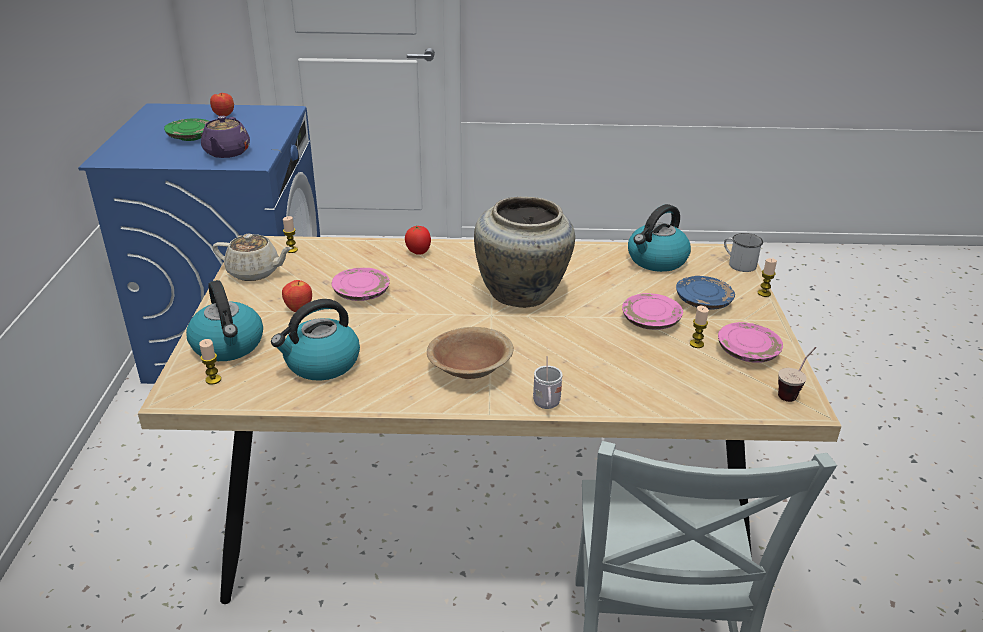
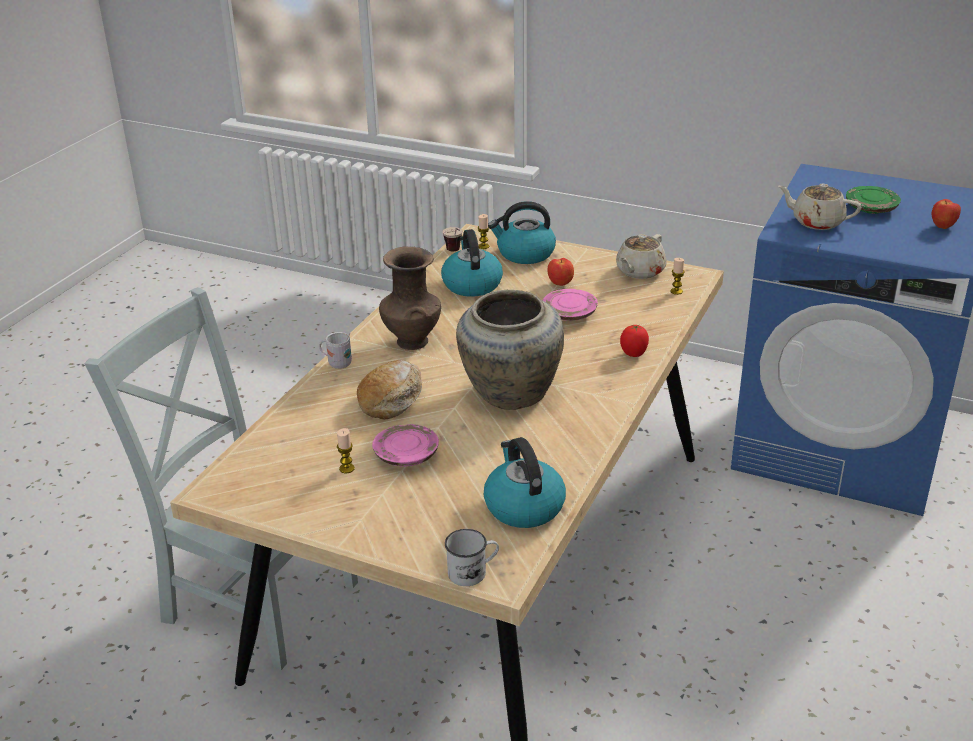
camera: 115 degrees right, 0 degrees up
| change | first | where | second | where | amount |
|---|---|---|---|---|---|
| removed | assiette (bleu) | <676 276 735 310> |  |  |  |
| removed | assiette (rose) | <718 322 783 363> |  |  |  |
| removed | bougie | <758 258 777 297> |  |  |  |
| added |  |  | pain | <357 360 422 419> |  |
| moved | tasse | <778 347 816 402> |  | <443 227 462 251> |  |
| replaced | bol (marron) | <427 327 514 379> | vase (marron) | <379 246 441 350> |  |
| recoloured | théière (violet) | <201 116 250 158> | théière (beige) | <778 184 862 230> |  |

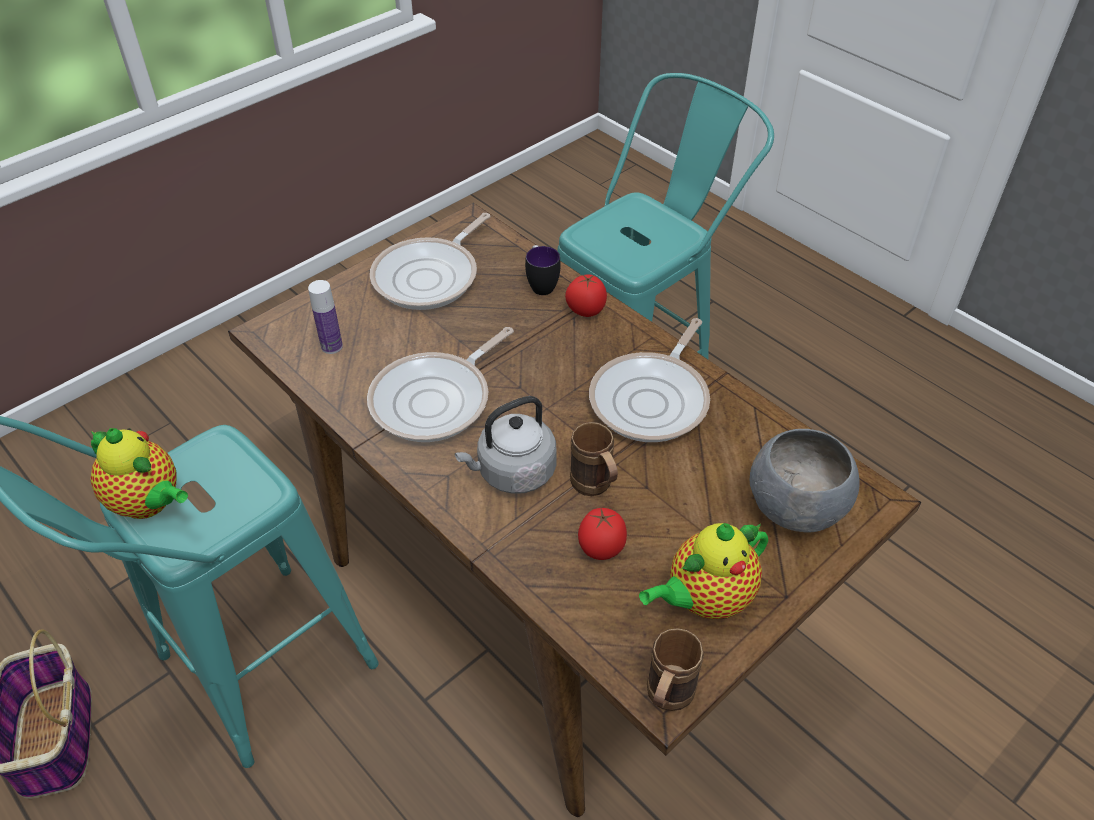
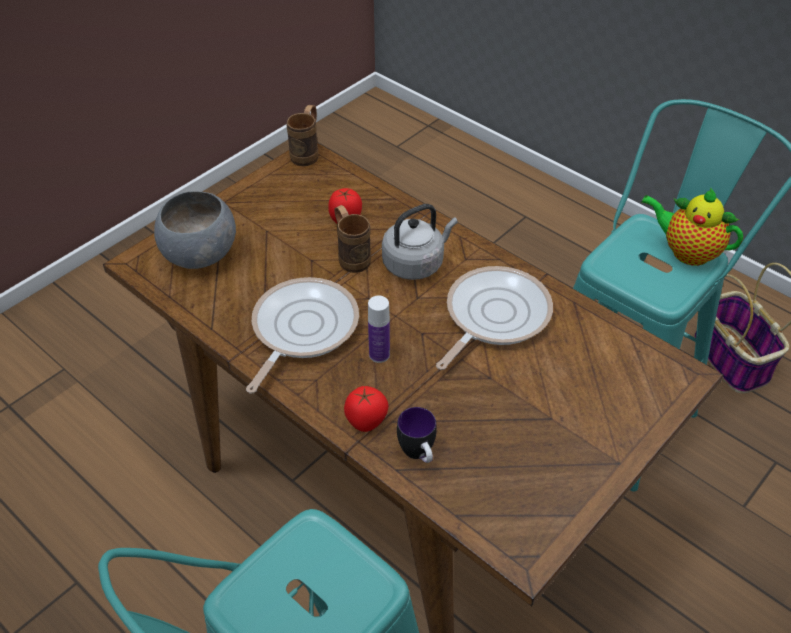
camera: 175 degrees right, 0 degrees up
| change | first | where | second | where | amount |
|---|---|---|---|---|---|
| removed | poêle | <370 213 491 310> |  |  |  |
| removed | théière | <639 523 768 619> |  |  |  |
| moved | bouteille | <308 280 343 354> |  | <368 296 390 363> |  |

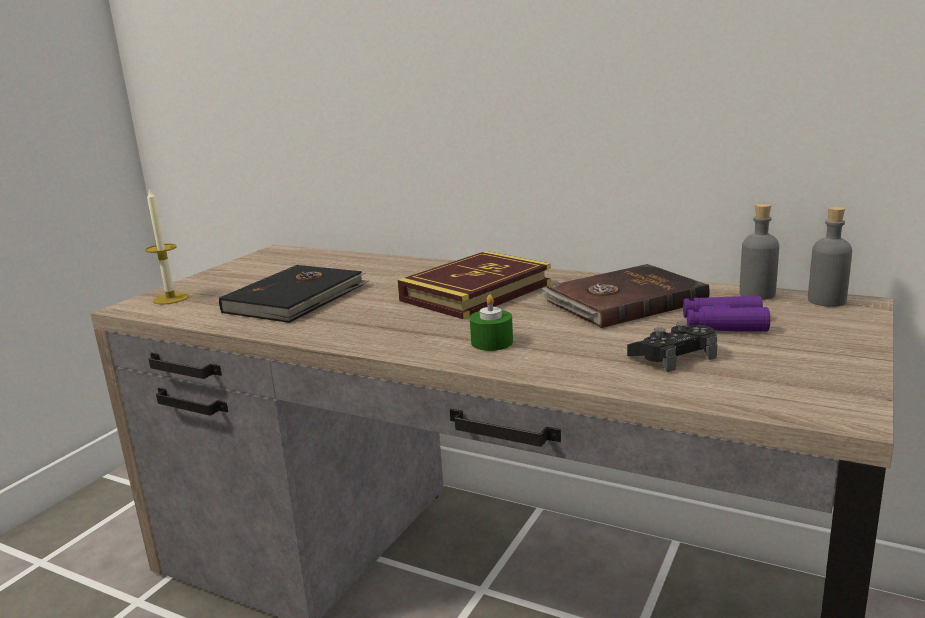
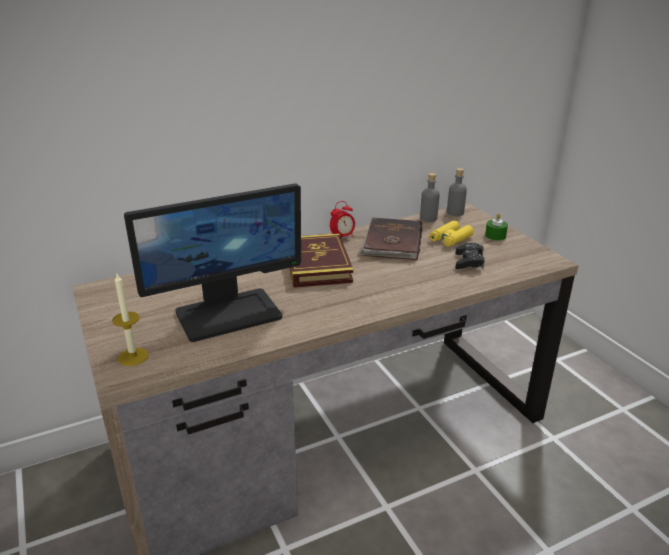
camera: 55 degrees left, 10 degrees up
| change | first | where | second | where | amount |
|---|---|---|---|---|---|
| added |  |  | réveil | <330 201 355 237> |  |
| moved | bougie (vert) | <470 295 513 351> |  | <485 213 508 241> |  |
| replaced | livre (noir) | <219 265 369 323> | écran d'ordinateur | <124 183 301 342> |  |
| recoloured | jumelles (violet) | <683 296 770 332> | jumelles (jaune) | <430 220 474 247> |  |

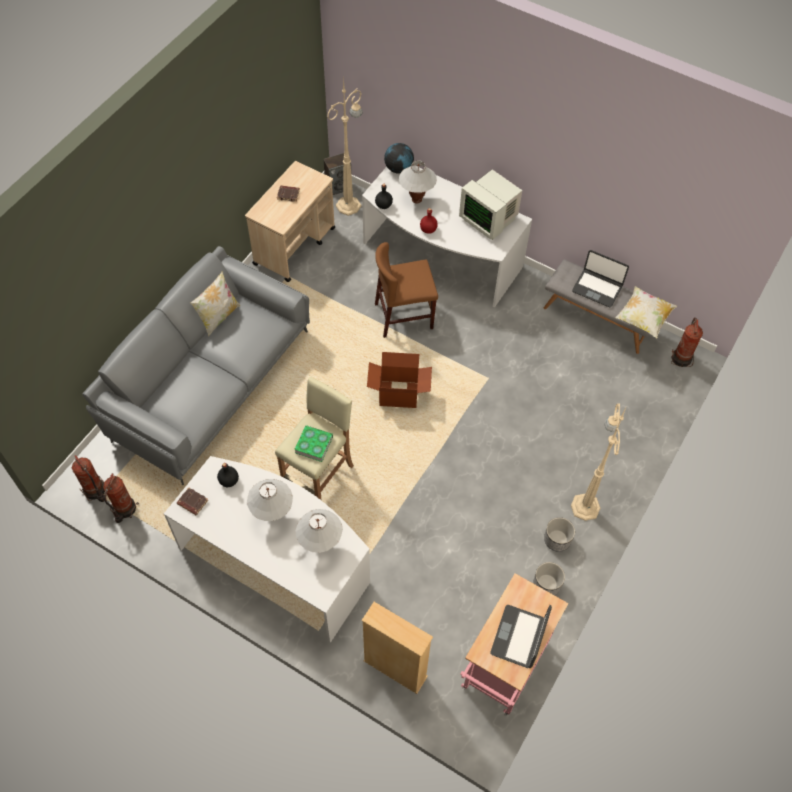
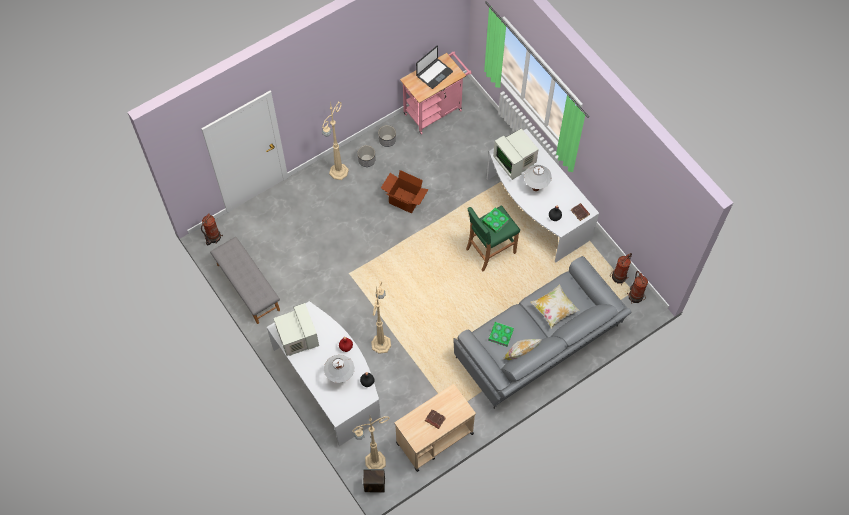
camera: 155 degrees left, 5 degrees up
| change | first | where | second | where | amount |
|---|---|---|---|---|---|
| removed | bibliothèque (beige) | <362 602 433 694> |  |  |  |
| removed | globe | <384 143 414 174> |  |  |  |
| removed | ordinateur portable | <572 250 629 307> |  |  |  |
| added |  |  | livre | <488 322 514 347> |  |
| moved | carton | <367 352 432 408> |  | <381 170 429 213> |  |
| moved | coussin | <615 286 677 338> |  | <531 284 579 329> |  |
| replaced | lampe de table (blanc) | <295 509 343 553> | écran d'ordinateur | <493 128 539 180> |  |
| replaced | chaise (marron) | <375 242 438 338> | lampadaire (beige) | <371 282 391 354> |  |
| recoloured | tabouret (beige) | <275 377 354 501> | tabouret (vert) | <466 206 520 272> |  |

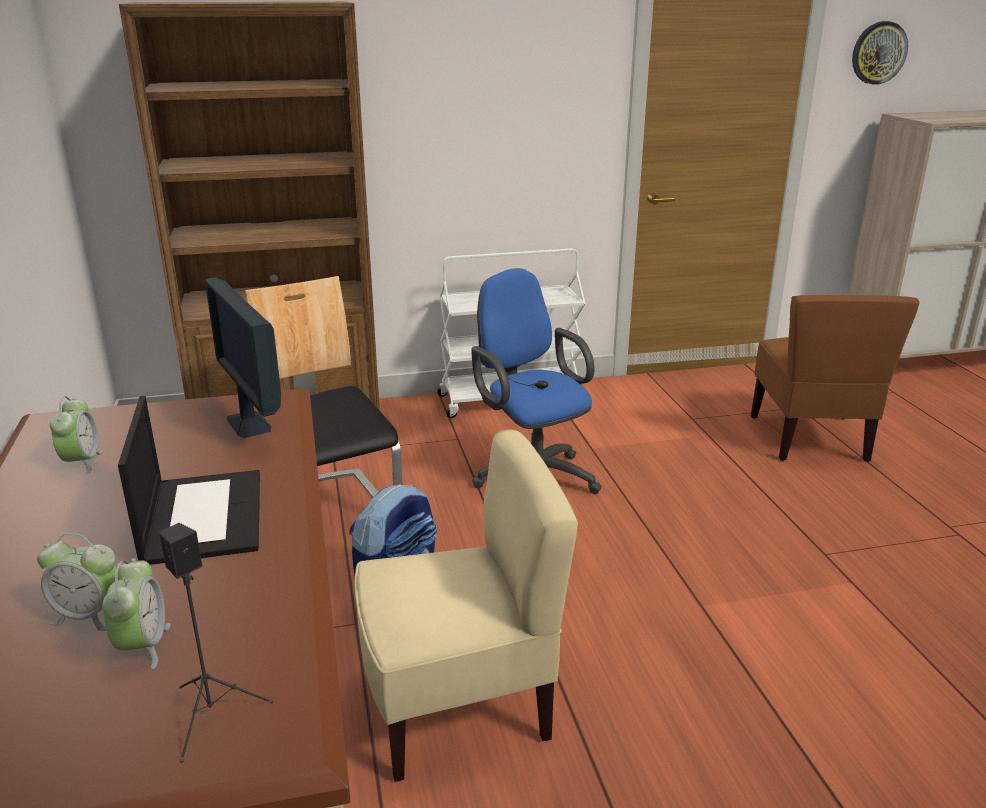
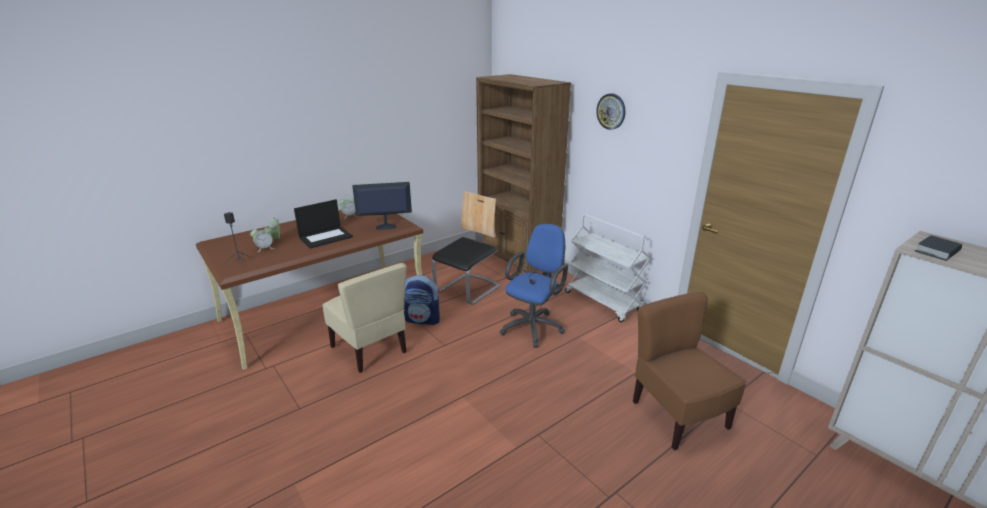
camera: 65 degrees right, 0 degrees up
| change | first | where | second | where | amount |
|---|---|---|---|---|---|
| added |  |  | livre | <915 235 962 261> |  |
| moved | horloge murale | <852 21 908 85> |  | <596 93 625 130> |  |
| turned | écran d'ordinateur | <205 277 281 438> |  | <352 182 412 230> | 45 degrees clockwise |
| turned | chaise (marron) | <751 295 920 462> |  | <633 292 747 450> | 90 degrees clockwise |

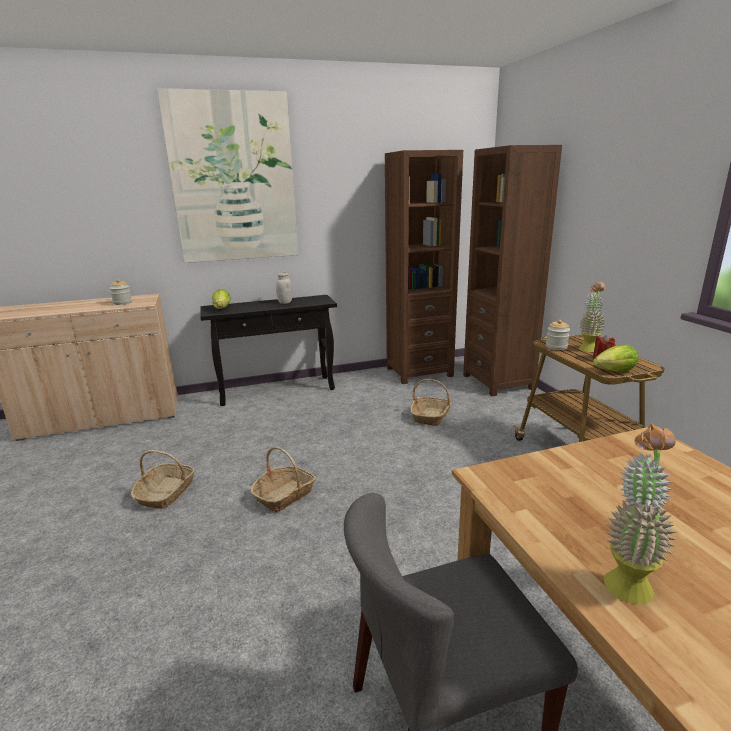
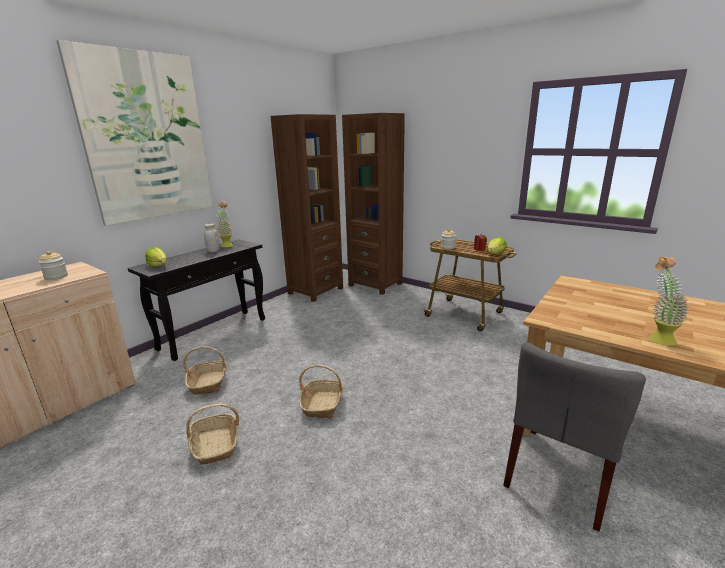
camera: 35 degrees left, 0 degrees up
| change | first | where | second | where | amount |
|---|---|---|---|---|---|
| moved | panier | <410 379 452 426> |  | <183 347 227 395> |  |
| moved | plante en pot | <579 282 605 352> |  | <216 201 233 247> |  |

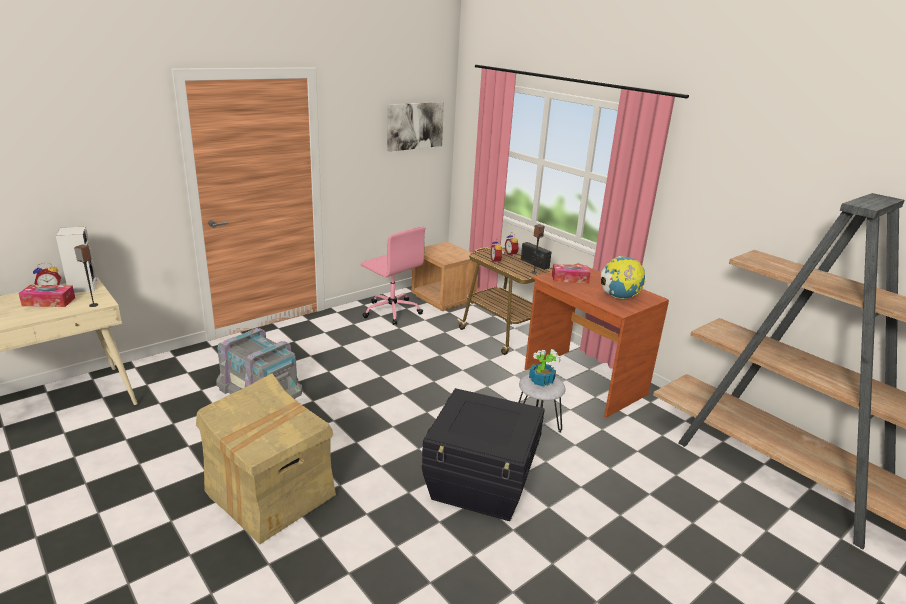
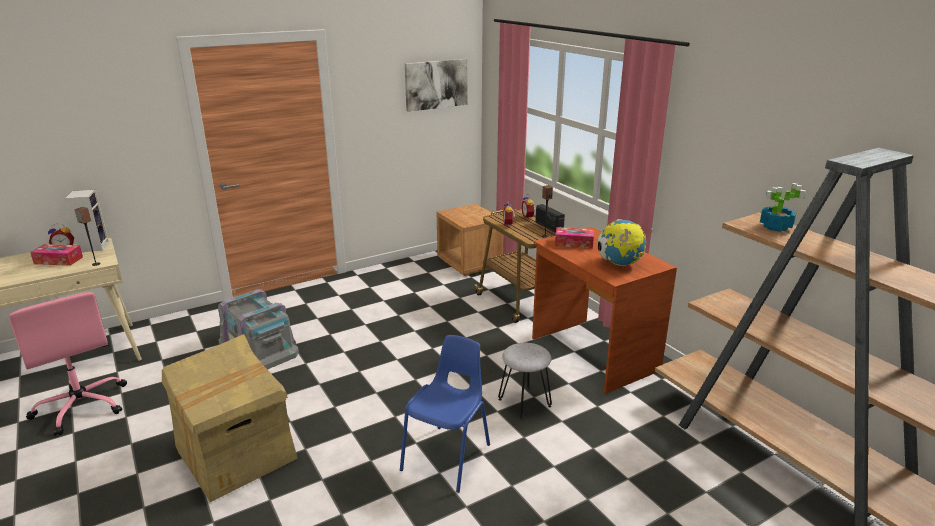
camera: 10 degrees right, 0 degrees up
| change | first | where | second | where | amount |
|---|---|---|---|---|---|
| moved | chaise de bureau (rose) | <361 227 425 325> |  | <9 292 127 435> |  |
| moved | plante en pot | <529 349 561 387> |  | <760 183 806 232> |  |
| replaced | boîte de rangement (noir) | <422 388 545 521> | chaise (bleu) | <400 335 490 493> |  |

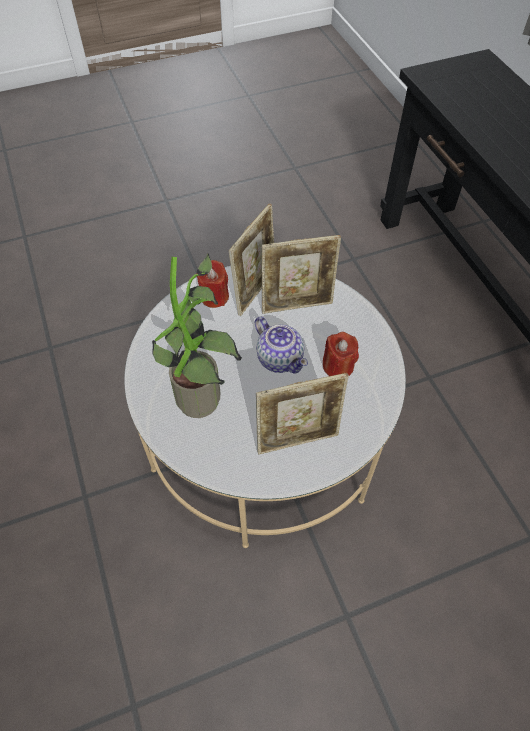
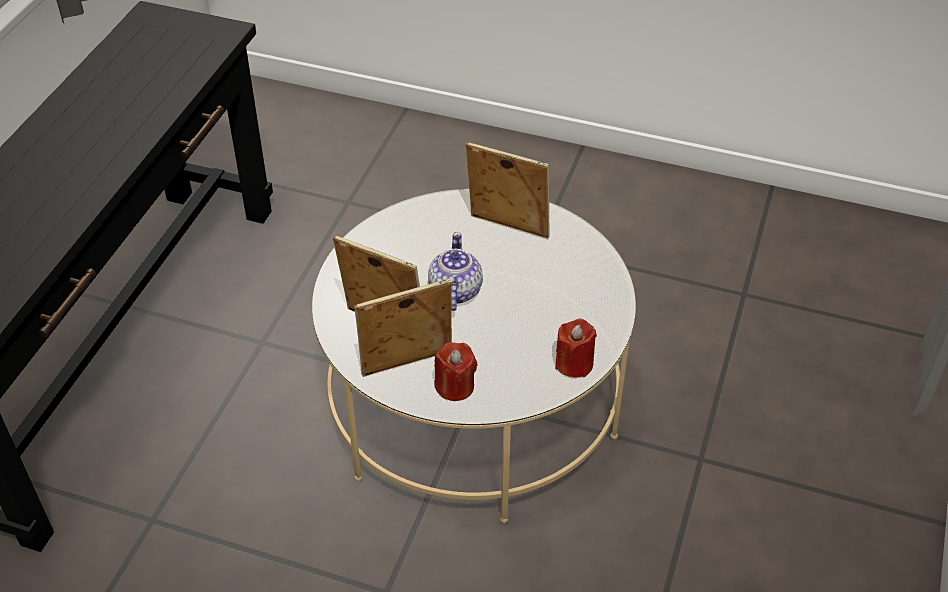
camera: 140 degrees left, 10 degrees down
| change | first | where | second | where | amount |
|---|---|---|---|---|---|
| removed | plante en pot | <152 253 242 418> |  |  |  |
| moved | bougie (rouge) | <323 332 359 376> |  | <555 319 597 378> |  |

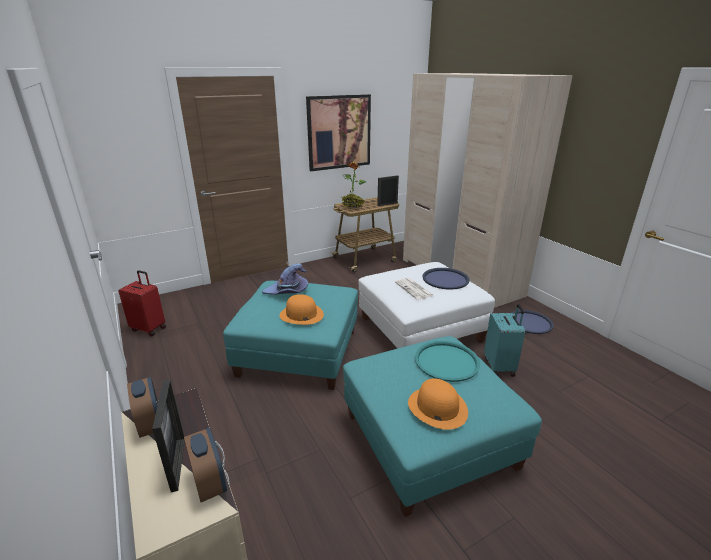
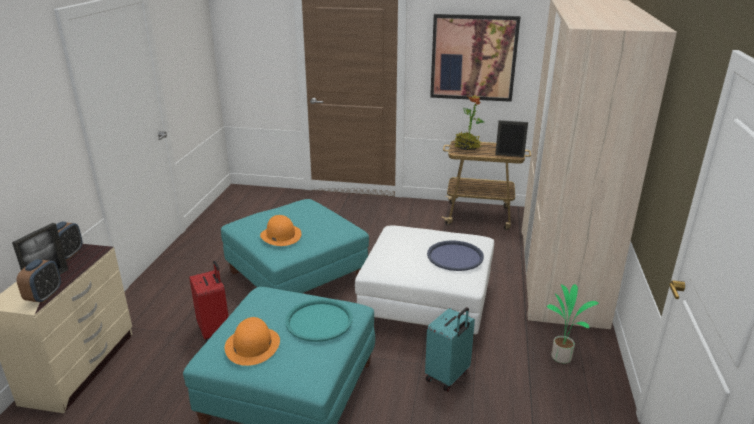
camera: 40 degrees right, 0 degrees up
| change | first | where | second | where | amount |
|---|---|---|---|---|---|
| removed | chapeau (violet) | <262 264 308 295> |  |  |  |
| removed | journal | <395 278 434 300> |  |  |  |
| moved | valise (rouge) | <118 270 166 336> |  | <189 260 229 342> |  |
| replaced | plateau (bleu) | <511 310 554 334> | plante en pot | <547 284 599 363> |  |

